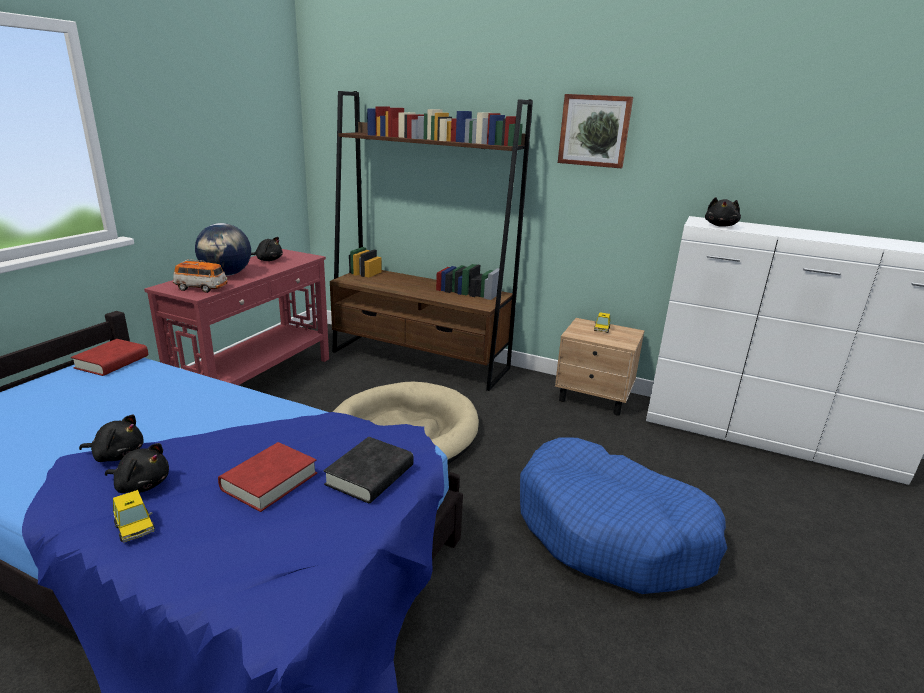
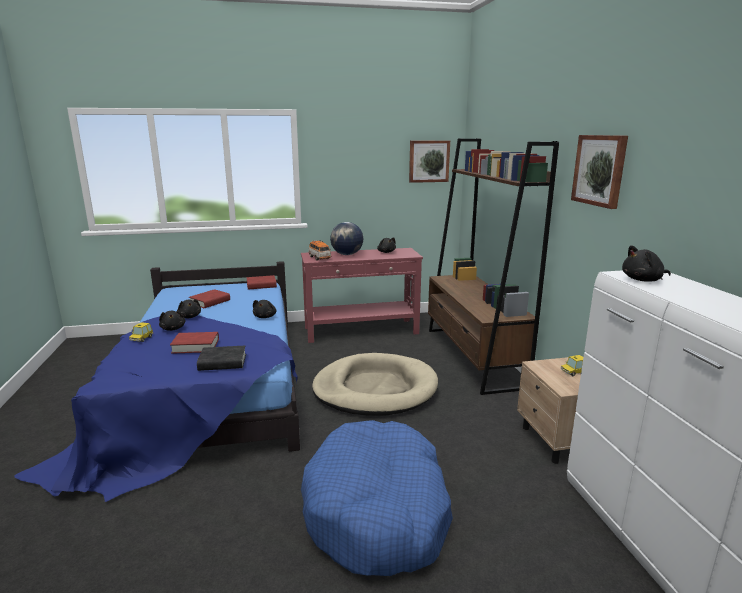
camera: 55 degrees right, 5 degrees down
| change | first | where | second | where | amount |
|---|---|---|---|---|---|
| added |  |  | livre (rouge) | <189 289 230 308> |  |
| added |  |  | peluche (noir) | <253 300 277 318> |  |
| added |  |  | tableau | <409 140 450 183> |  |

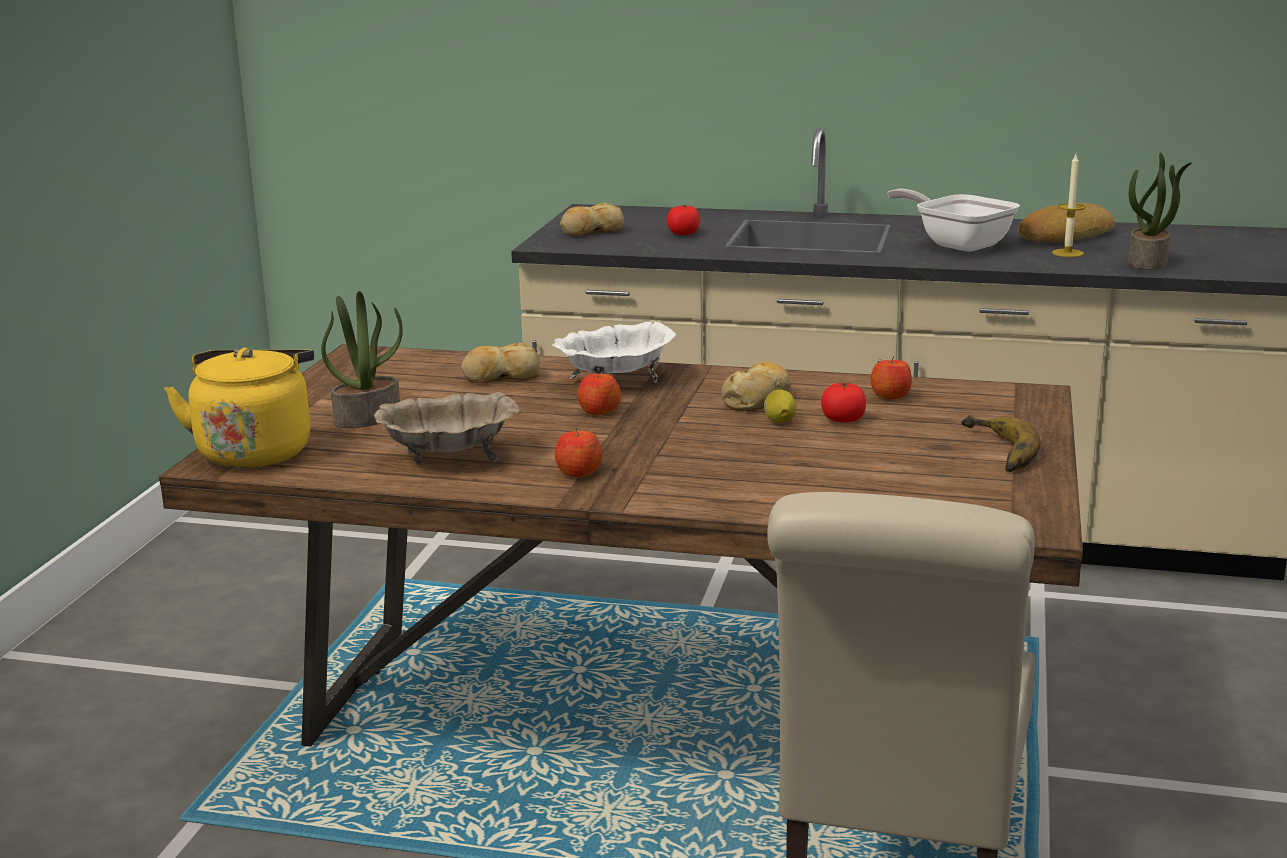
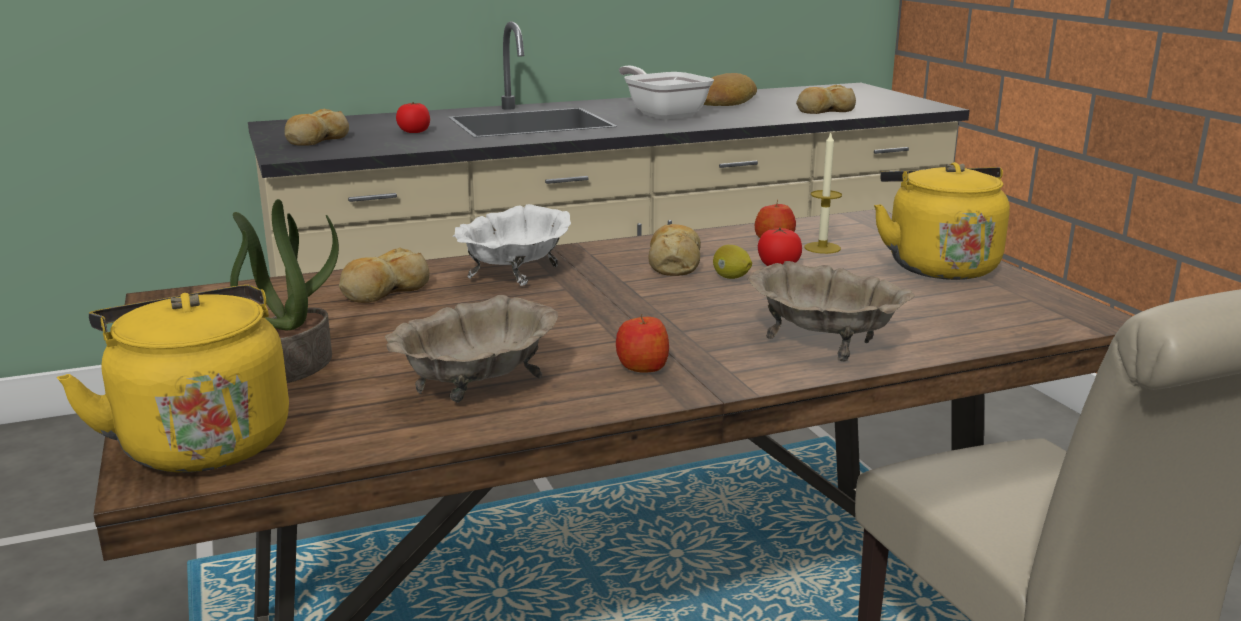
camera: 35 degrees left, 0 degrees up
| change | first | where | second | where | amount |
|---|---|---|---|---|---|
| removed | pomme | <578 370 621 415> |  |  |  |
| added |  |  | bol (beige) | <747 261 915 361> |  |
| moved | bougie | <1052 154 1085 257> |  | <804 132 842 254> |  |
| replaced | banane | <961 415 1041 472> | bouilloire (jaune) | <874 162 1010 280> |  |
| replaced | plante en pot | <1128 152 1192 270> | pain | <796 85 856 114> |  |
| turned | poêle | <887 189 1020 252> |  | <619 66 714 120> | 45 degrees clockwise |

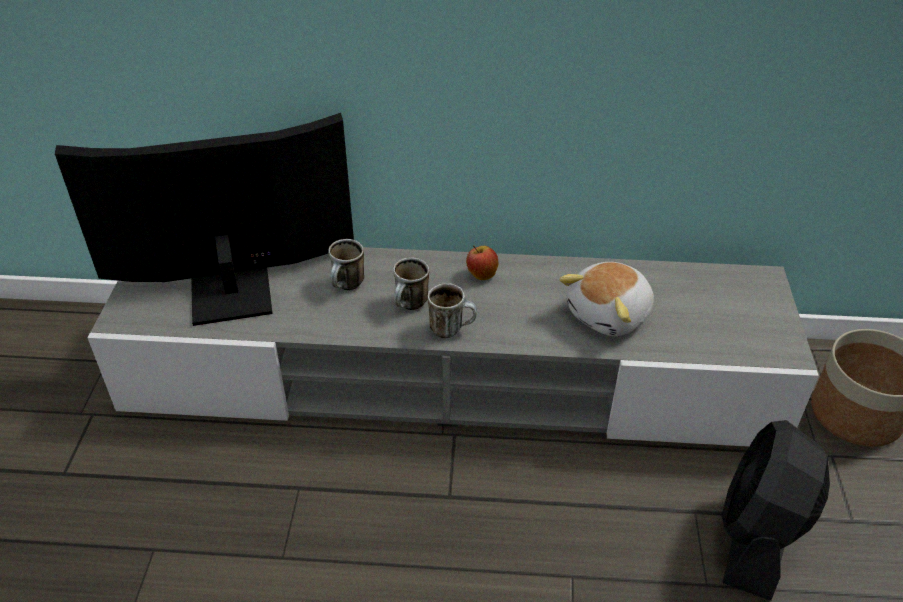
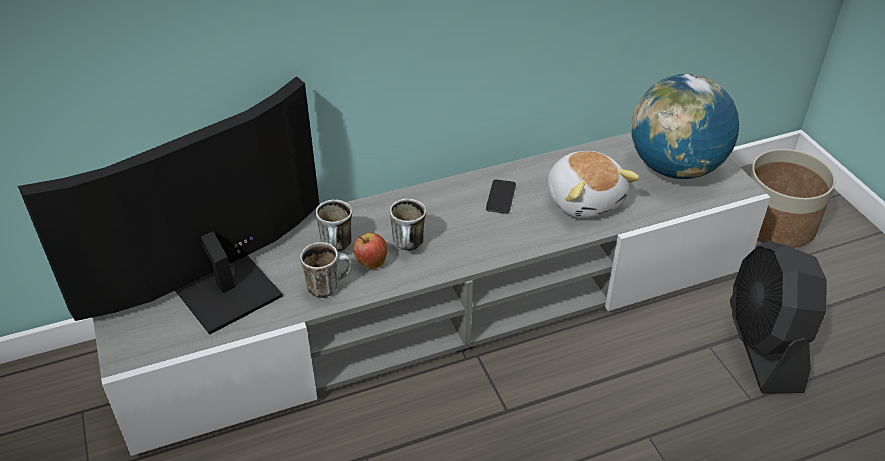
camera: 25 degrees left, 0 degrees up
| change | first | where | second | where | amount |
|---|---|---|---|---|---|
| added |  |  | téléphone | <486 179 516 214> |  |
| added |  |  | globe | <631 74 739 179> |  |
| moved | mug | <428 283 477 338> |  | <300 242 352 298> |  |
| moved | pomme | <466 246 498 280> |  | <353 233 388 269> |  |
| turned | peluche | <559 262 654 336> |  | <548 151 640 218> | 45 degrees counterclockwise |

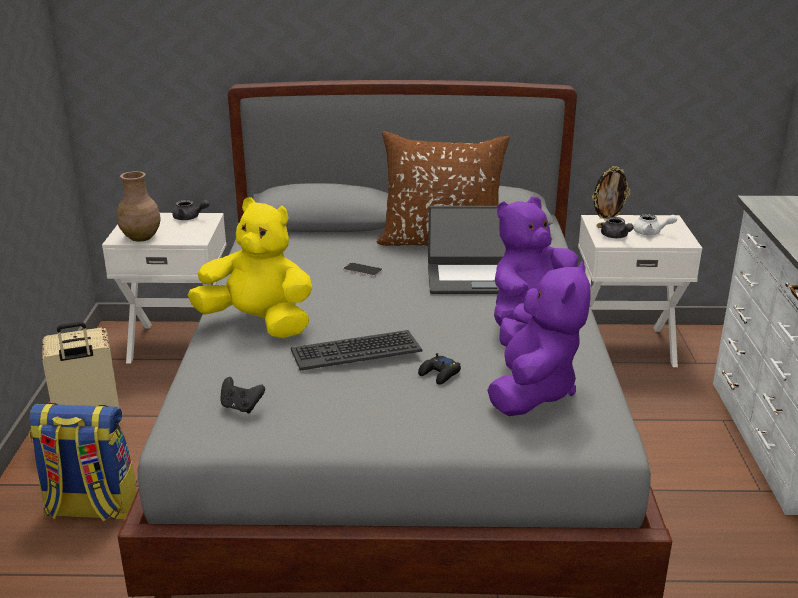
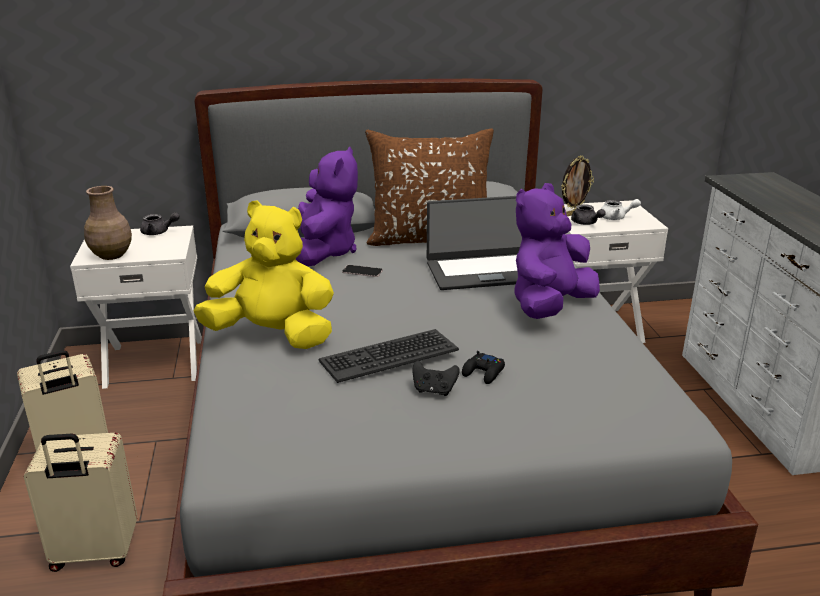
camera: 10 degrees left, 0 degrees up
| change | first | where | second | where | amount |
|---|---|---|---|---|---|
| moved | manette (noir) | <221 377 265 414> |  | <413 361 460 396> |  |
| moved | peluche (violet) | <487 261 591 416> |  | <296 147 358 266> |  |
| replaced | sac à dos | <29 403 136 522> | valise (beige) | <24 433 138 572> |  |

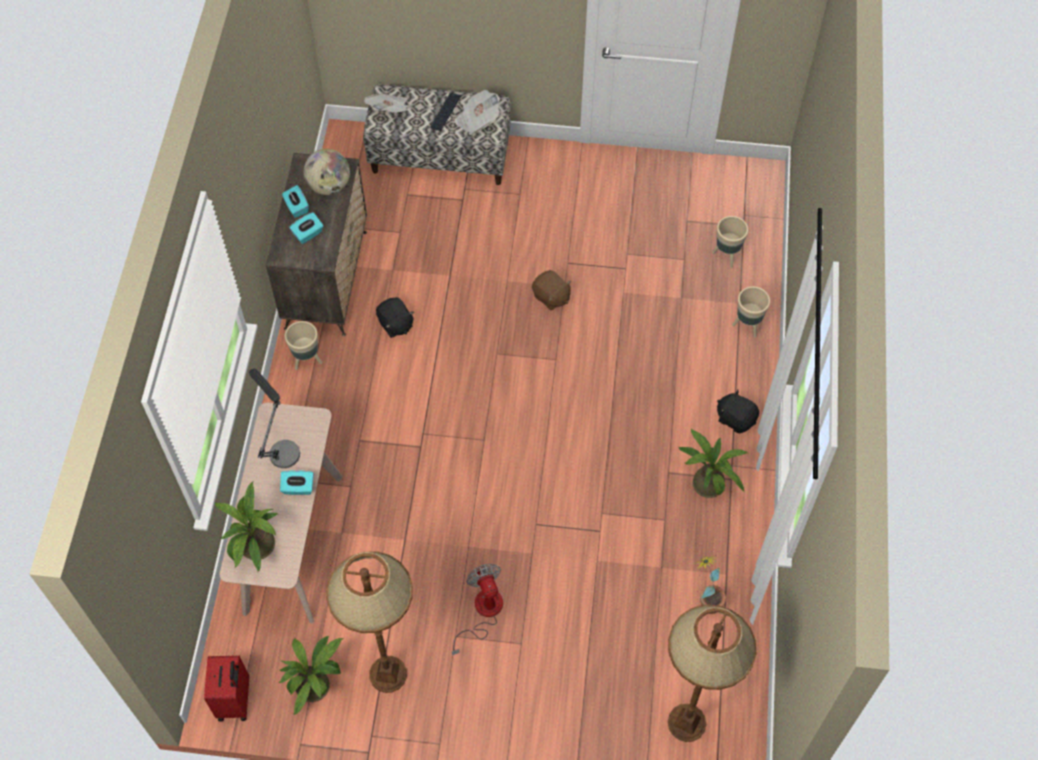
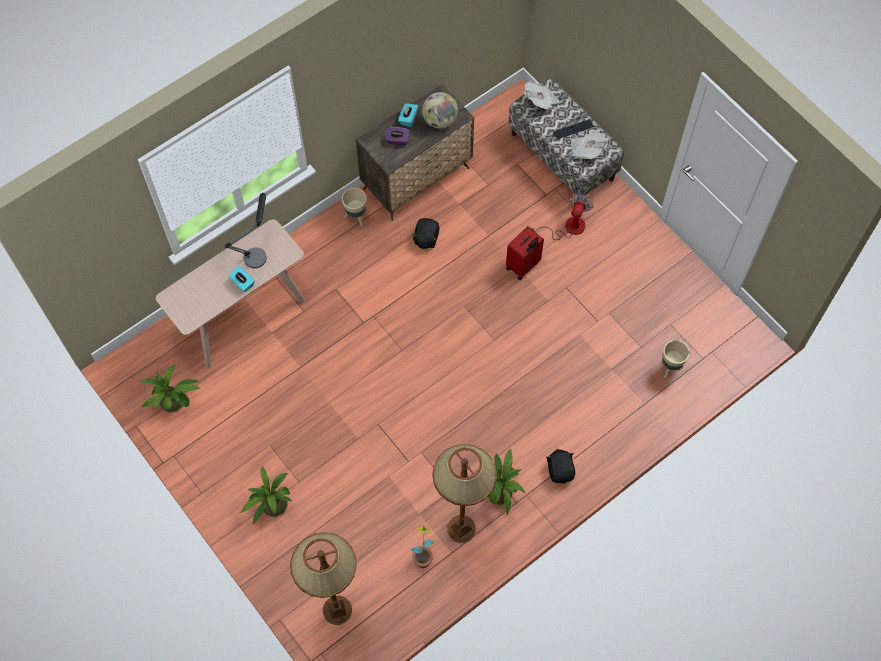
camera: 45 degrees right, 5 degrees up
| change | first | where | second | where | amount |
|---|---|---|---|---|---|
| removed | peluche (marron) | <532 270 571 311> |  |  |  |
| removed | cache-pot (beige) | <732 287 770 338> |  |  |  |
| moved | valise (rouge) | <204 656 249 722> |  | <506 226 544 280> |  |
| moved | plante en pot | <215 482 277 572> |  | <240 466 292 524> |  |
| moved | lampadaire (marron) | <326 551 413 693> |  | <432 444 497 543> |  |
| moved | ventilateur | <452 564 503 656> |  | <530 194 594 240> |  |
| recoloured | boîte à mouchoirs (turquoise) | <289 212 323 244> | boîte à mouchoirs (violet) | <385 127 409 145> |  |

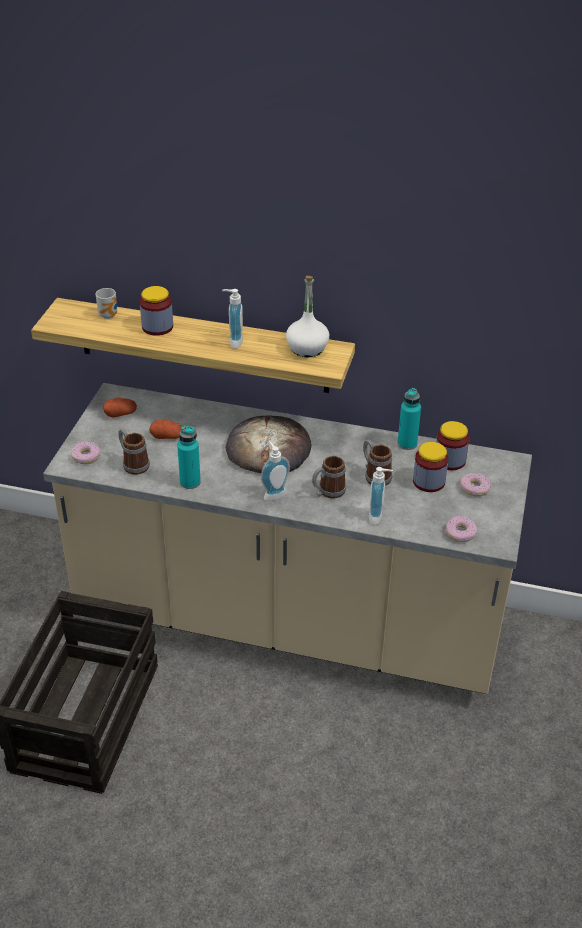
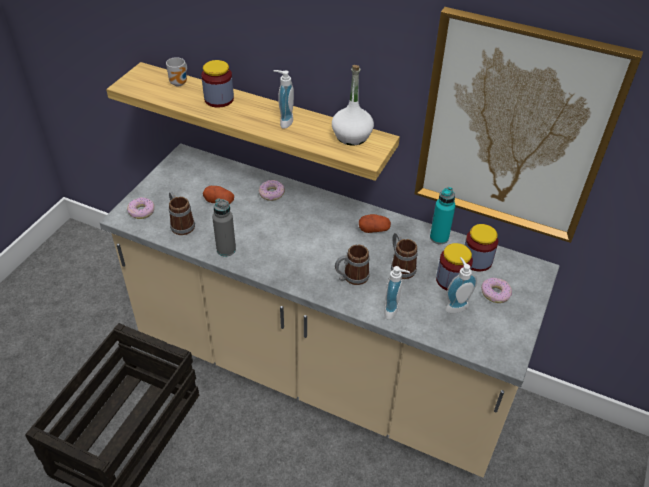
camera: 10 degrees right, 5 degrees up
| change | first | where | second | where | amount |
|---|---|---|---|---|---|
| removed | pain | <226 416 311 473> |  |  |  |
| added |  |  | tableau | <414 7 643 243> |  |
| moved | pomme de terre | <103 398 137 418> |  | <359 214 391 233> |  |
| moved | distributeur de savon | <261 441 290 501> |  | <445 257 477 313> |  |
| moved | beignet | <446 516 477 542> |  | <259 180 285 201> |  |
| recoloured | bouteille (turquoise) | <177 426 201 489> | bouteille (gris) | <212 199 236 257> |  |

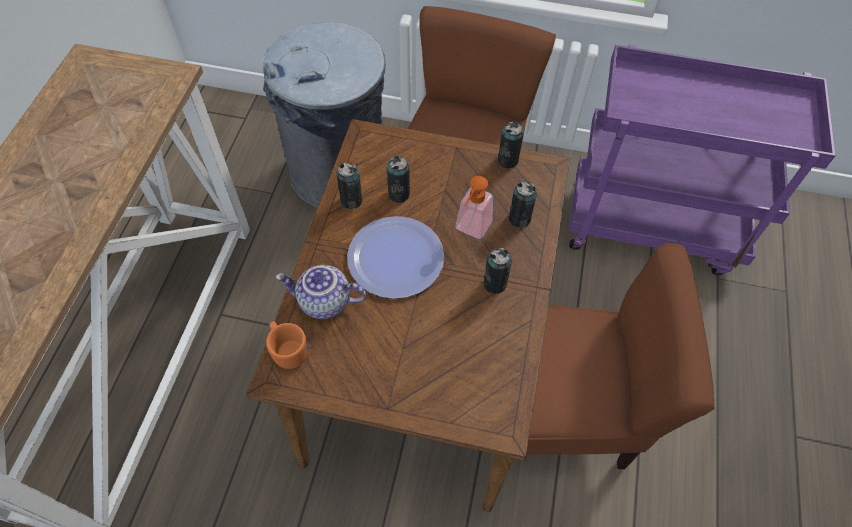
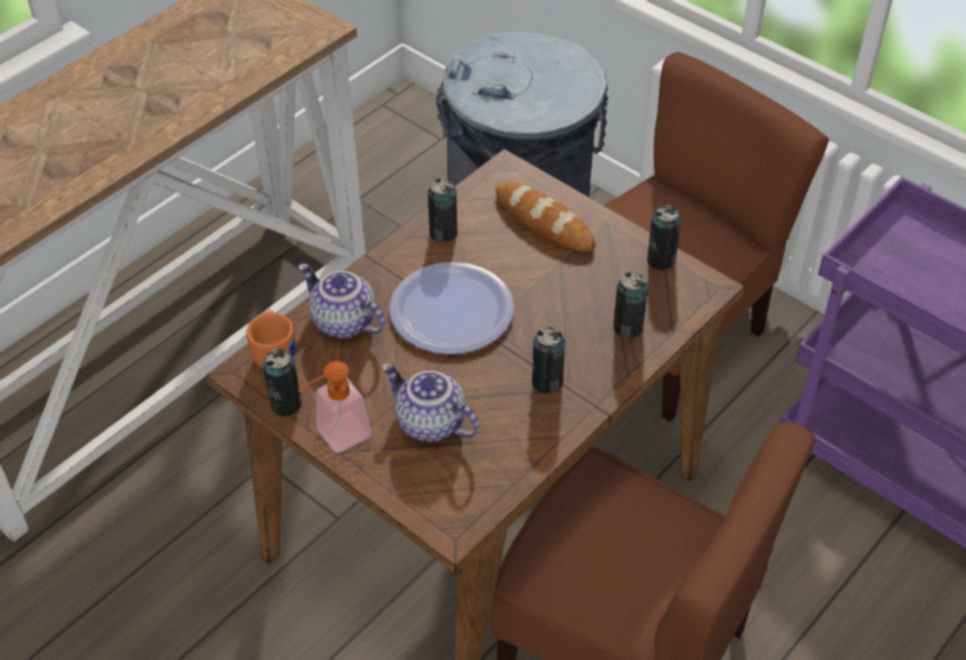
camera: 30 degrees right, 10 degrees down
| change | first | where | second | where | amount |
|---|---|---|---|---|---|
| added |  |  | théière | <382 363 479 442> |  |
| added |  |  | pain | <496 182 596 252> |  |
| moved | boîte métallique | <387 156 410 203> |  | <263 349 302 416> |  |
| moved | distributeur de savon | <455 176 493 239> |  | <298 361 371 453> |  |

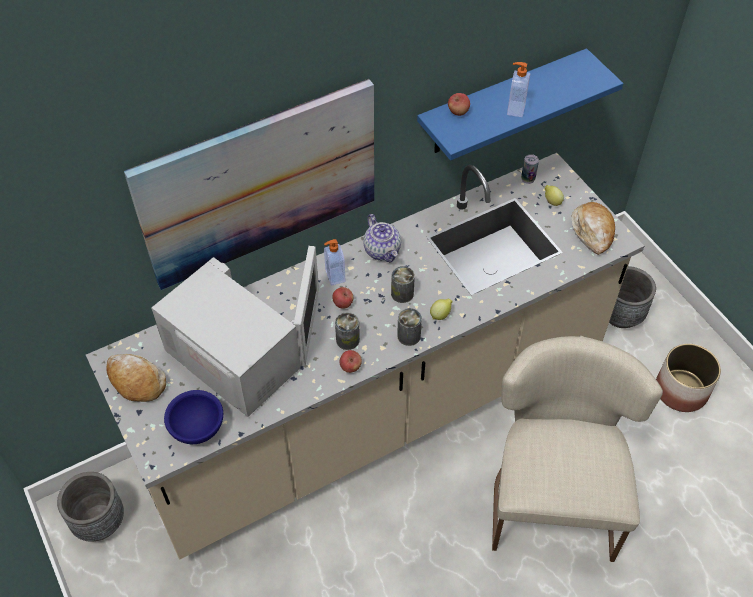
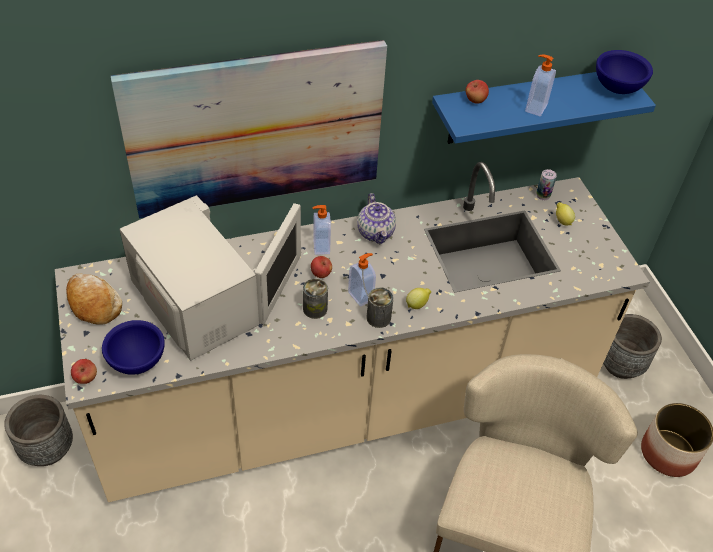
camera: 10 degrees right, 5 degrees down
| change | first | where | second | where | amount |
|---|---|---|---|---|---|
| removed | boîte métallique | <391 266 415 303> |  |  |  |
| removed | pain | <572 202 615 255> |  |  |  |
| added |  |  | distributeur de savon | <348 253 376 307> |  |
| added |  |  | bol (bleu) | <596 50 653 94> |  |
| moved | pomme | <339 350 362 373> |  | <71 359 97 384> |  |

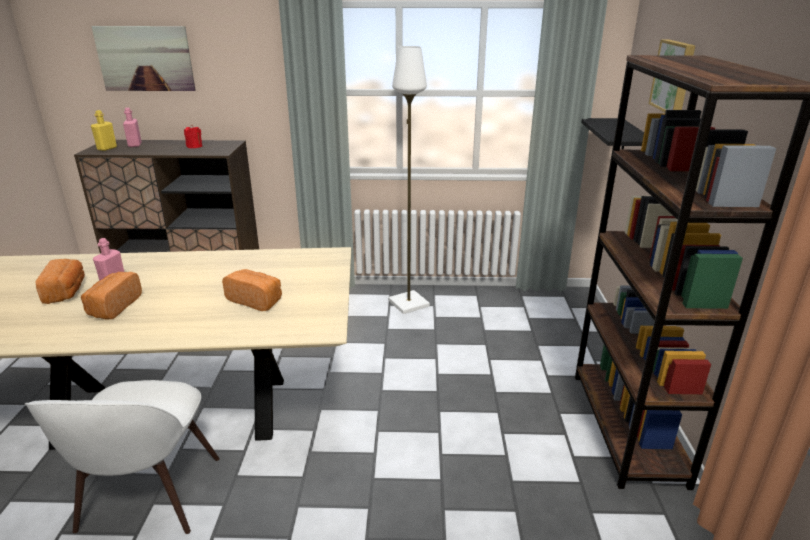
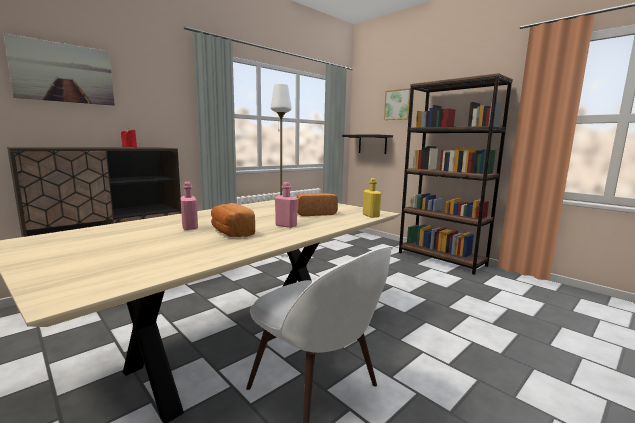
camera: 45 degrees left, 15 degrees down
| change | first | where | second | where | amount |
|---|---|---|---|---|---|
| removed | pain | <35 259 85 304> |  |  |  |
| moved | bouteille (jaune) | <91 110 117 151> |  | <363 178 381 218> |  |
| moved | bouteille (rose) | <123 108 142 147> |  | <275 182 298 228> |  |

